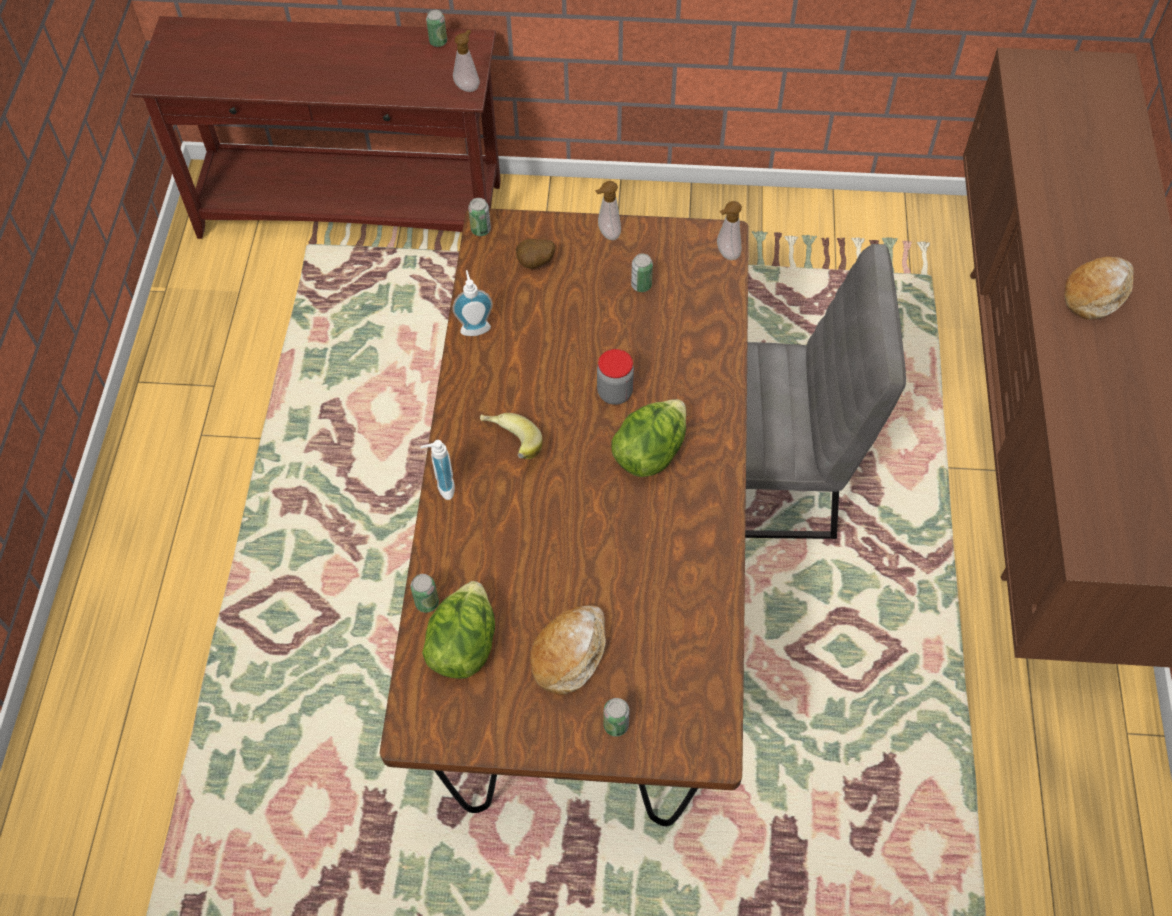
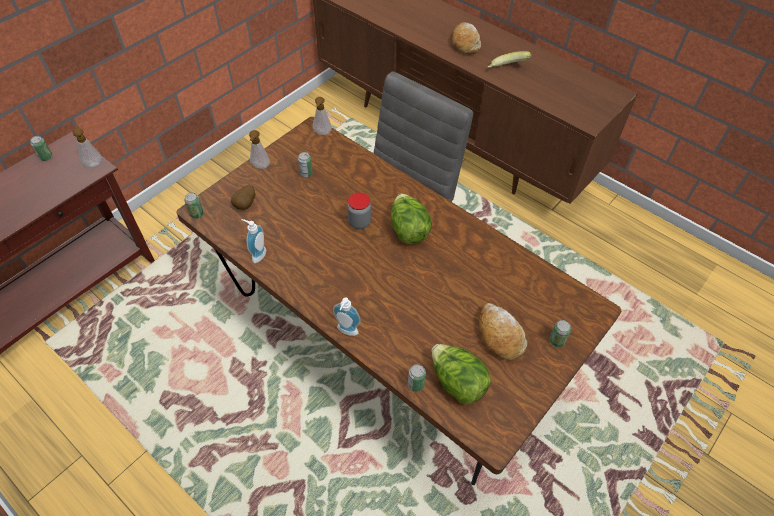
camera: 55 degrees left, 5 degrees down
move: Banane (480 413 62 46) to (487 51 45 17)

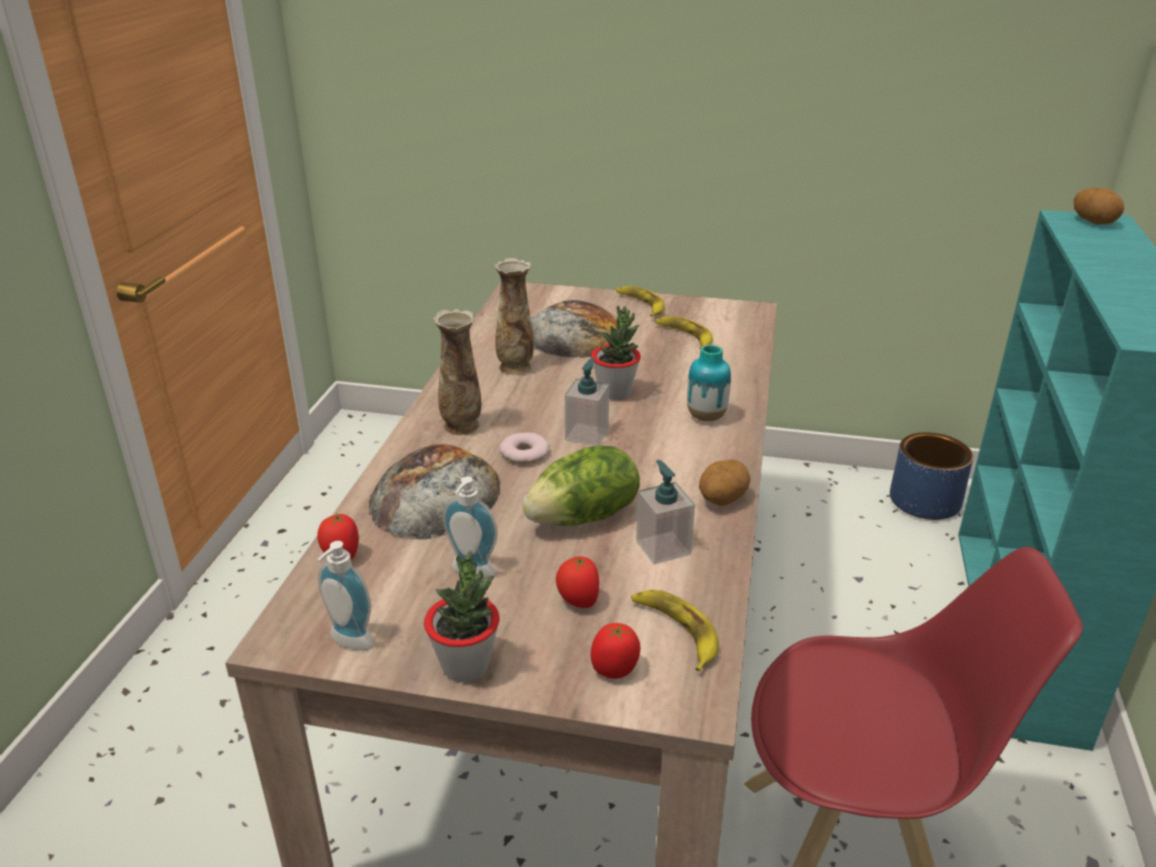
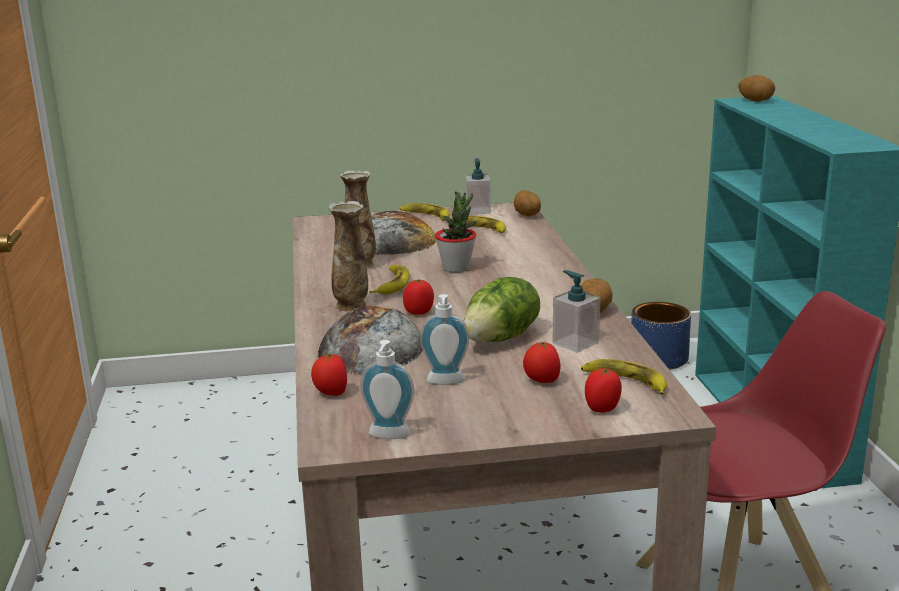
camera: 20 degrees left, 10 degrees down
delete: Topfpflanze (424 551 76 131); Vase (687 344 44 77)
insert: Banane (369 265 41 29); Kartoffel (514 190 27 27)
move: Seifenspender (565 358 44 88) to (465 158 26 56)
replace: Donut (499 432 51 32) to Tomate (403 279 31 36)

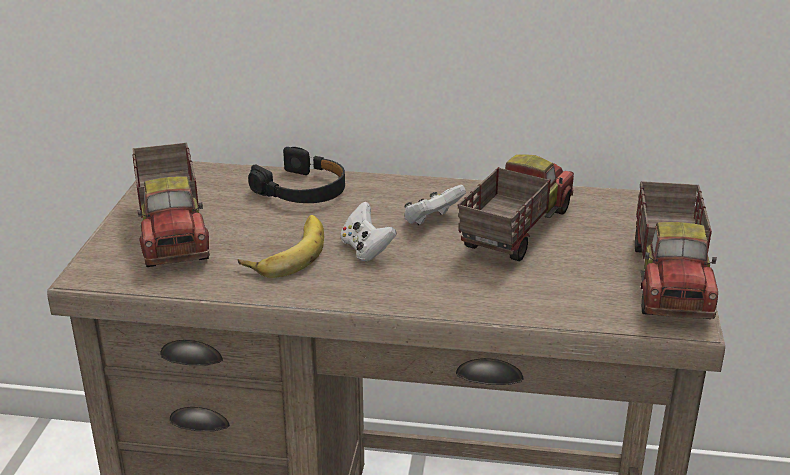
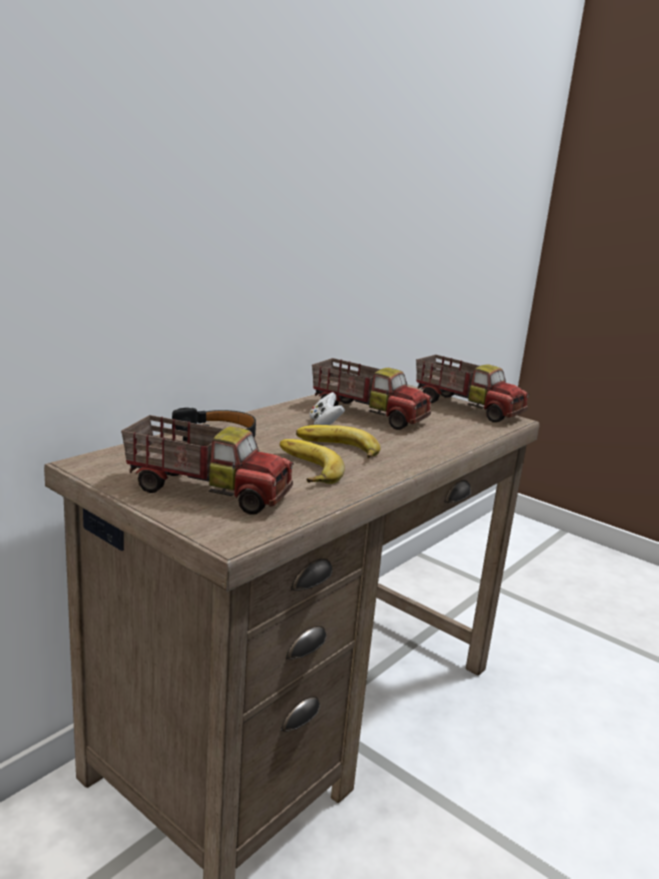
camera: 60 degrees left, 10 degrees down
replace: Gamepad/weiß (340 202 57 60) to Banane (296 425 84 33)
rotate: Spielzeuglaster (457 154 117 107) = (312 358 120 72) 150 degrees clockwise

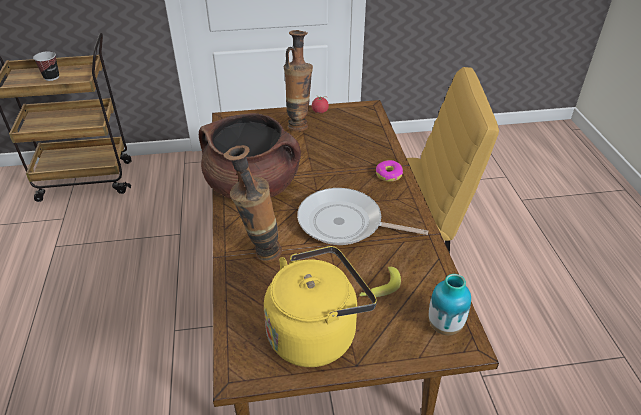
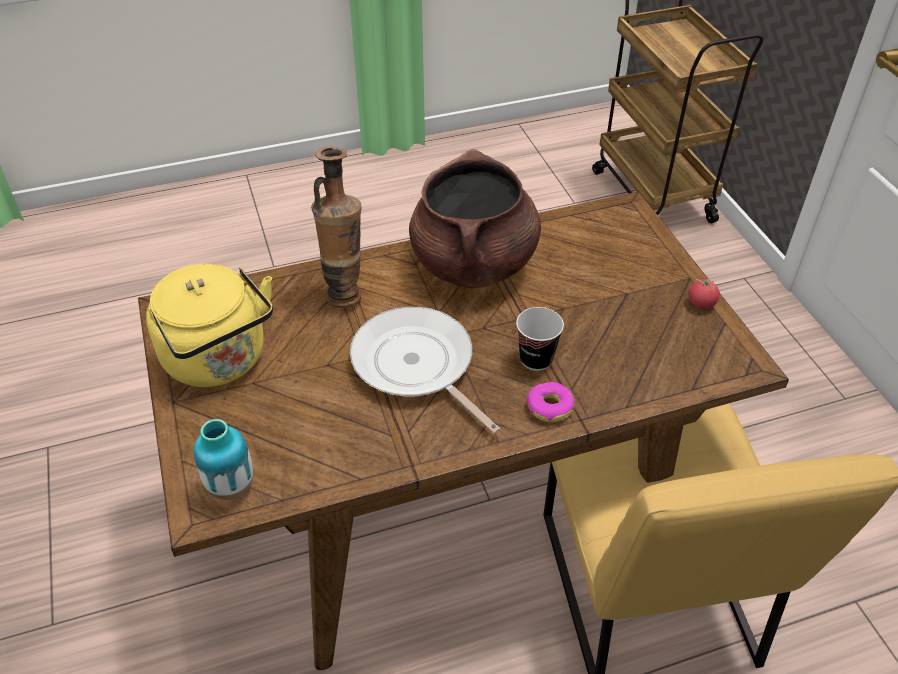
camera: 80 degrees right, 5 degrees up
delete: Vase (284 30 29 101); Banane (359 267 42 30)
move: Tasse (33 51 26 30) to (516 307 48 64)
rotate: Pfanne (297 188 131 57) = (350 307 150 127) 45 degrees counterclockwise

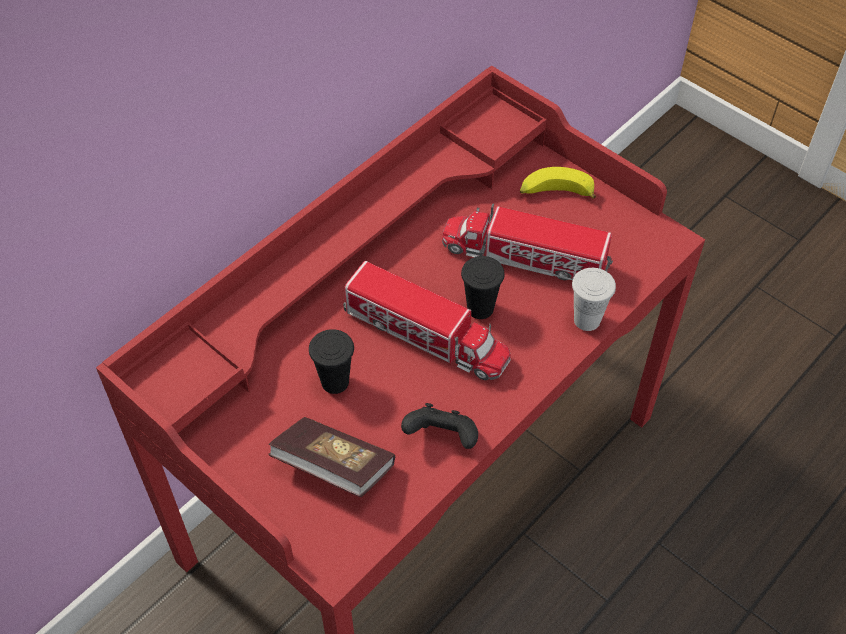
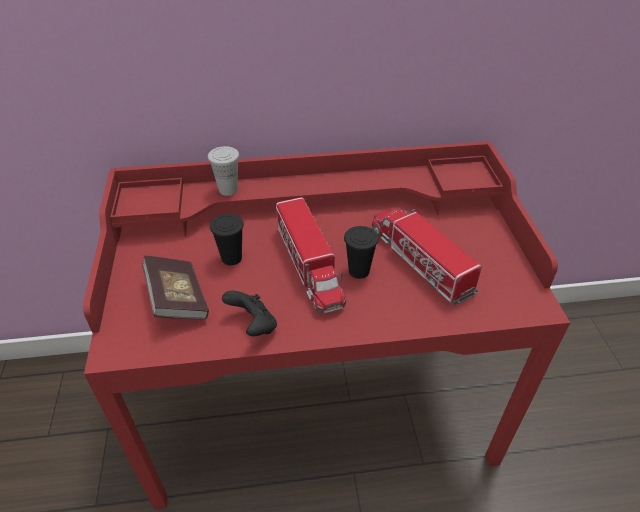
camera: 40 degrees right, 10 degrees down
delete: Banane (520 167 76 32)
move: Tasse/weiß (572 268 44 63) to (208 146 31 50)

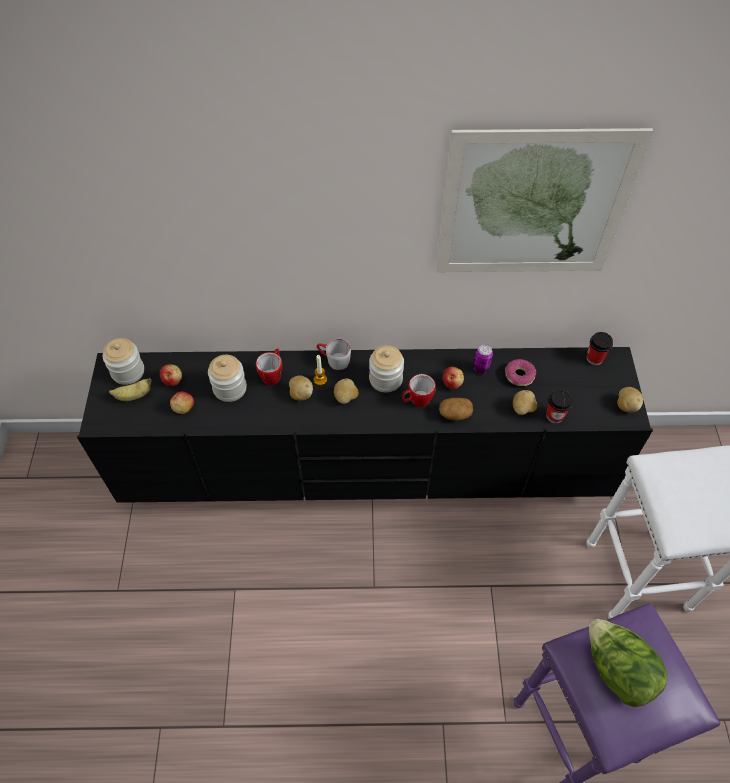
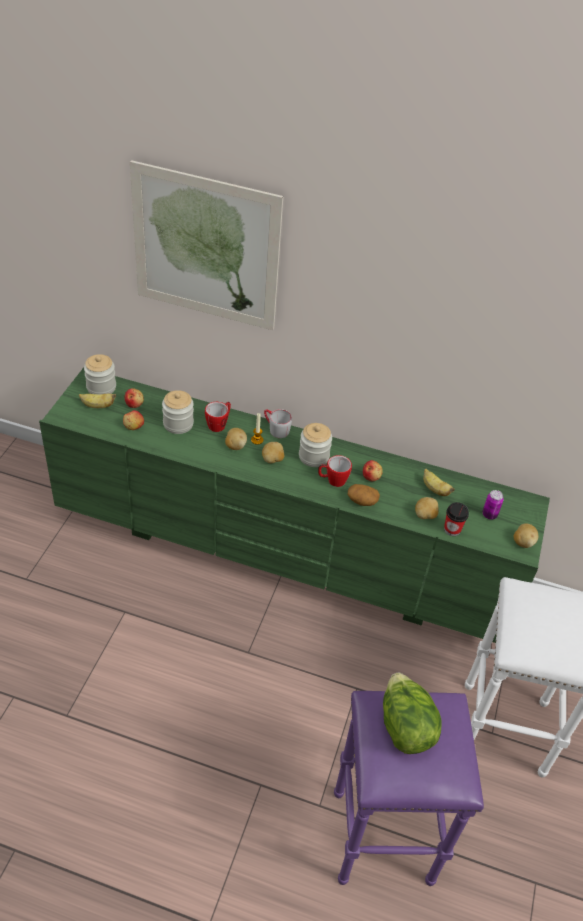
camera: 15 degrees right, 10 degrees down
delete: Tasse (586 332 27 33)
move: Bild (436 128 218 144) to (130 160 153 170); Dose (473 344 20 30) to (482 490 22 30)
replace: Donut (505 359 31 27) to Banane (423 469 32 27)
recolor: Schrank/schwarz (77 347 576 156) to Schrank/grün (39 368 511 275)

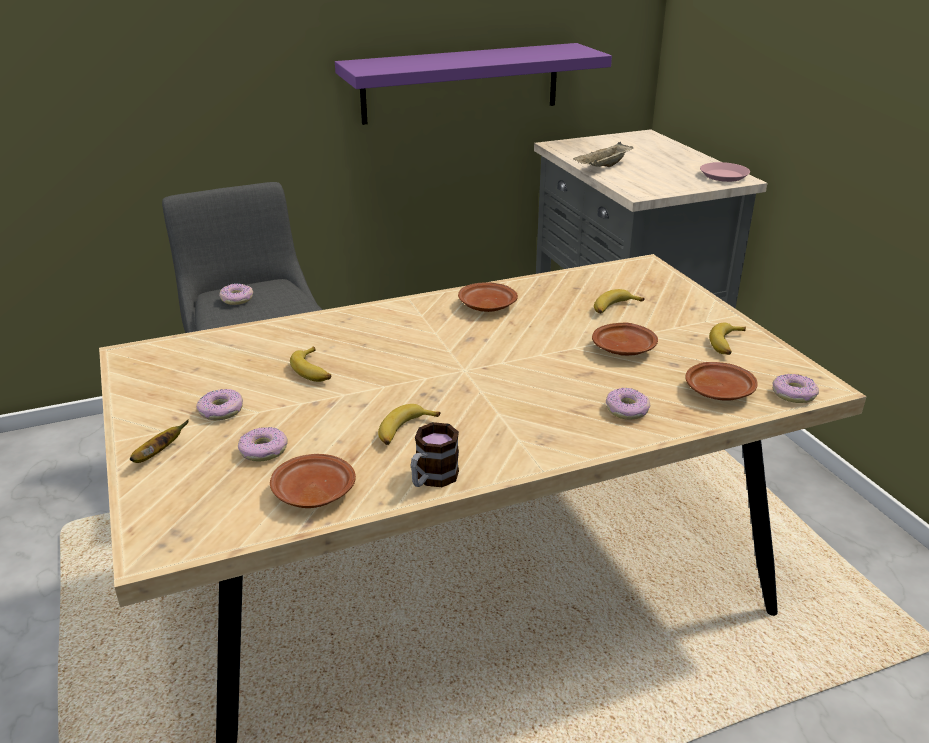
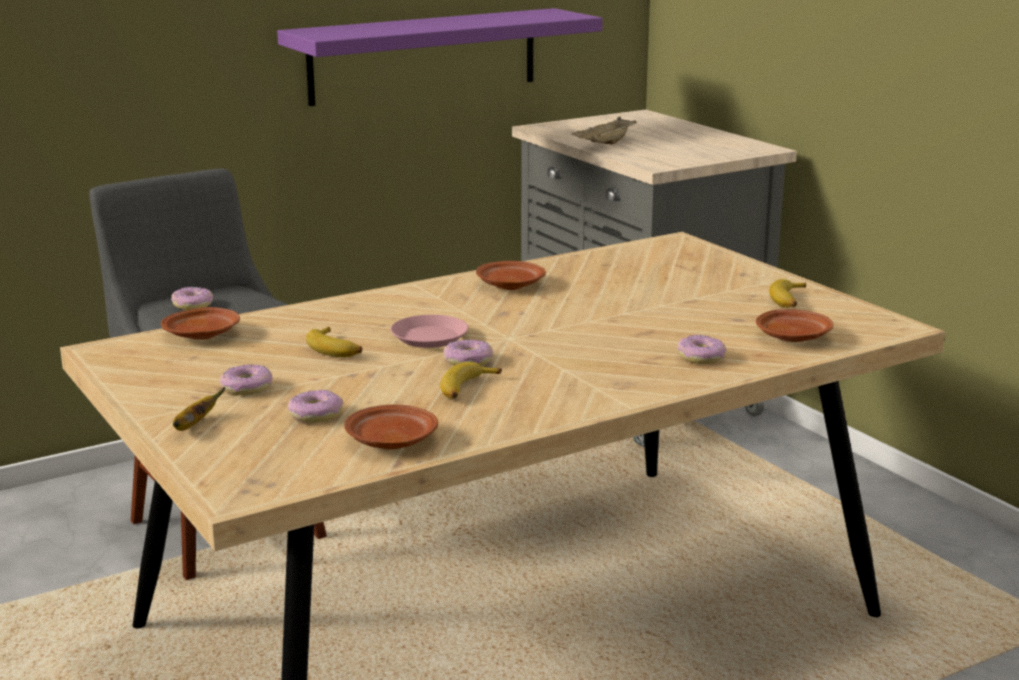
camera: 10 degrees left, 10 degrees down
delete: Henkelbecher (411 422 48 65); Banane (594 289 51 25)
move: Teller/braun (592 323 66 33) to (161 307 79 33); Teller/rosa (700 162 50 20) to (391 315 77 33); Donut (772 373 47 30) to (443 339 50 27)

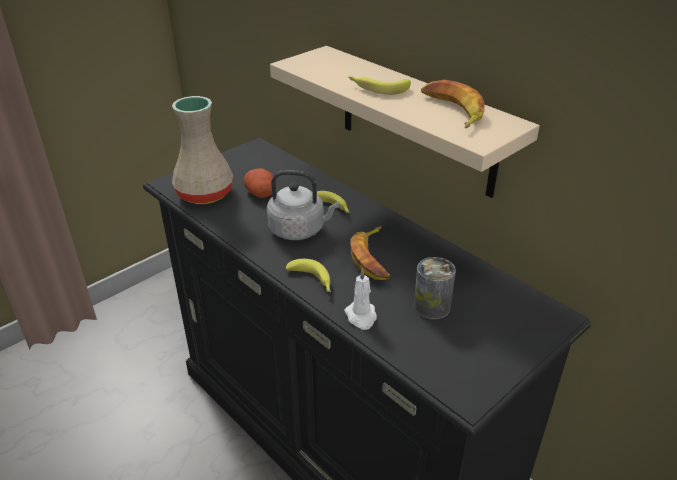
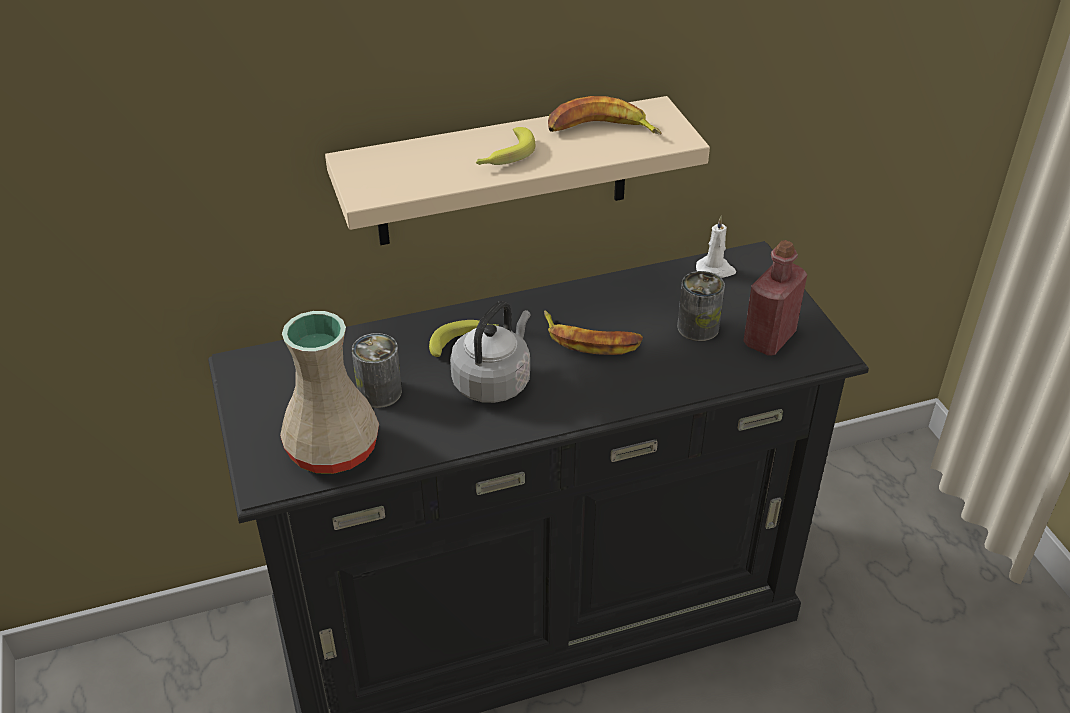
camera: 65 degrees left, 5 degrees up
delete: Banane (286 259 45 33)
insert: Flasche/rot (743 240 64 116)
move: Kerze/weiß (344 268 33 62) to (696 216 40 62)
replace: Kartoffel (244 168 29 30) to Dose (352 333 50 75)

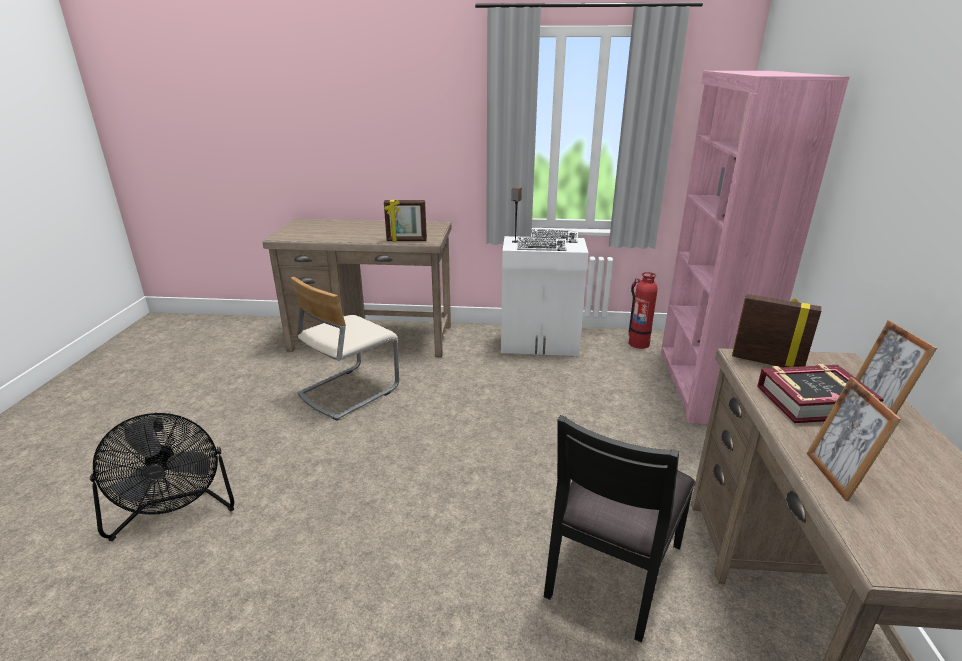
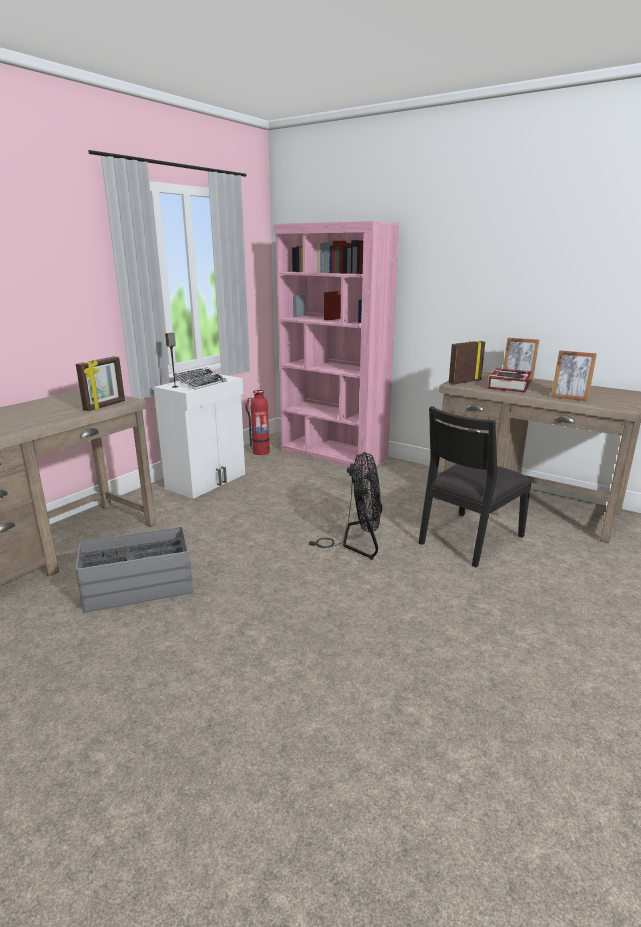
camera: 60 degrees left, 5 degrees down
move: Ventilator/schwarz (90 412 144 129) to (308 452 74 108)
replace: Stuhl/beige (291 277 108 144) to Aufbewahrungsbox/grau (75 527 118 86)
rotate: Stuhl/schwarz (544 415 152 228) = (419 406 113 162) 75 degrees clockwise

